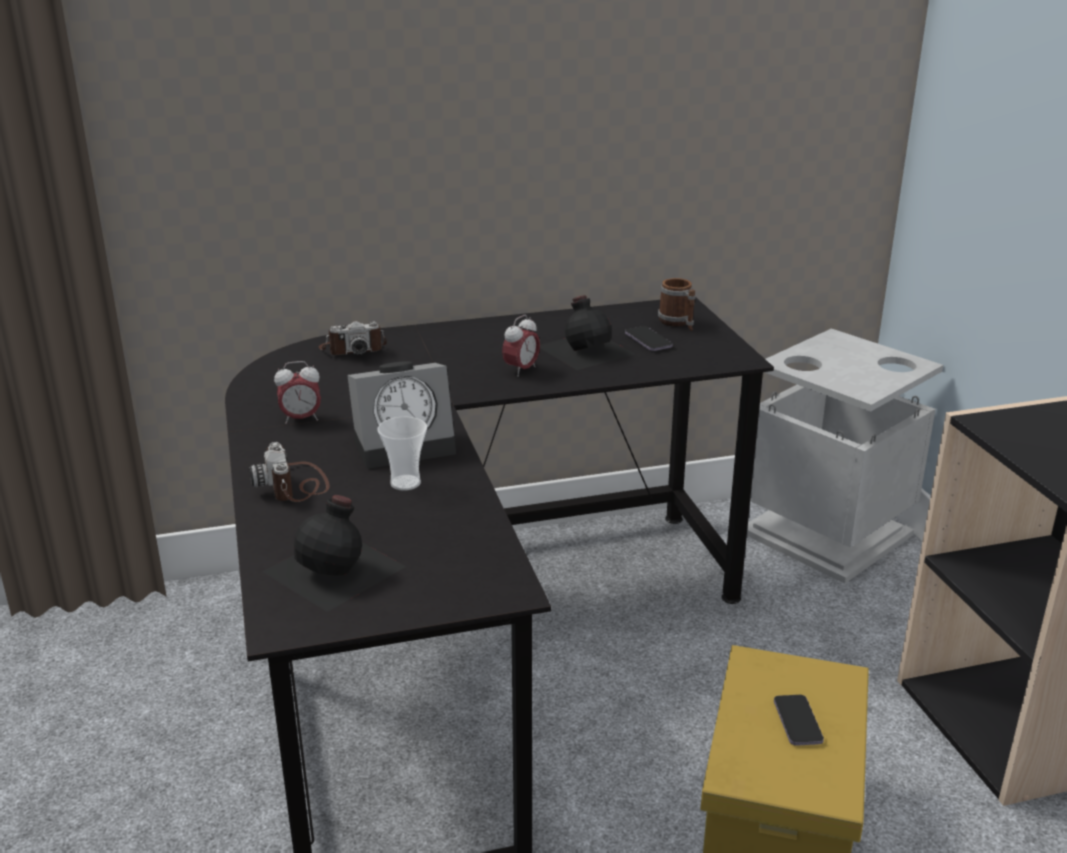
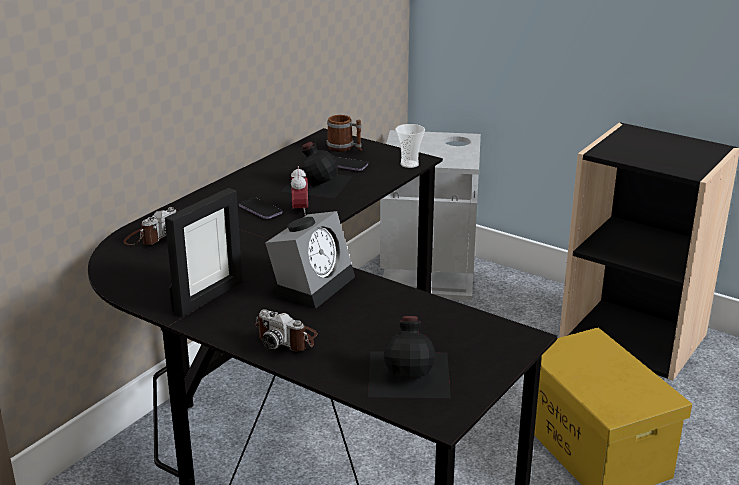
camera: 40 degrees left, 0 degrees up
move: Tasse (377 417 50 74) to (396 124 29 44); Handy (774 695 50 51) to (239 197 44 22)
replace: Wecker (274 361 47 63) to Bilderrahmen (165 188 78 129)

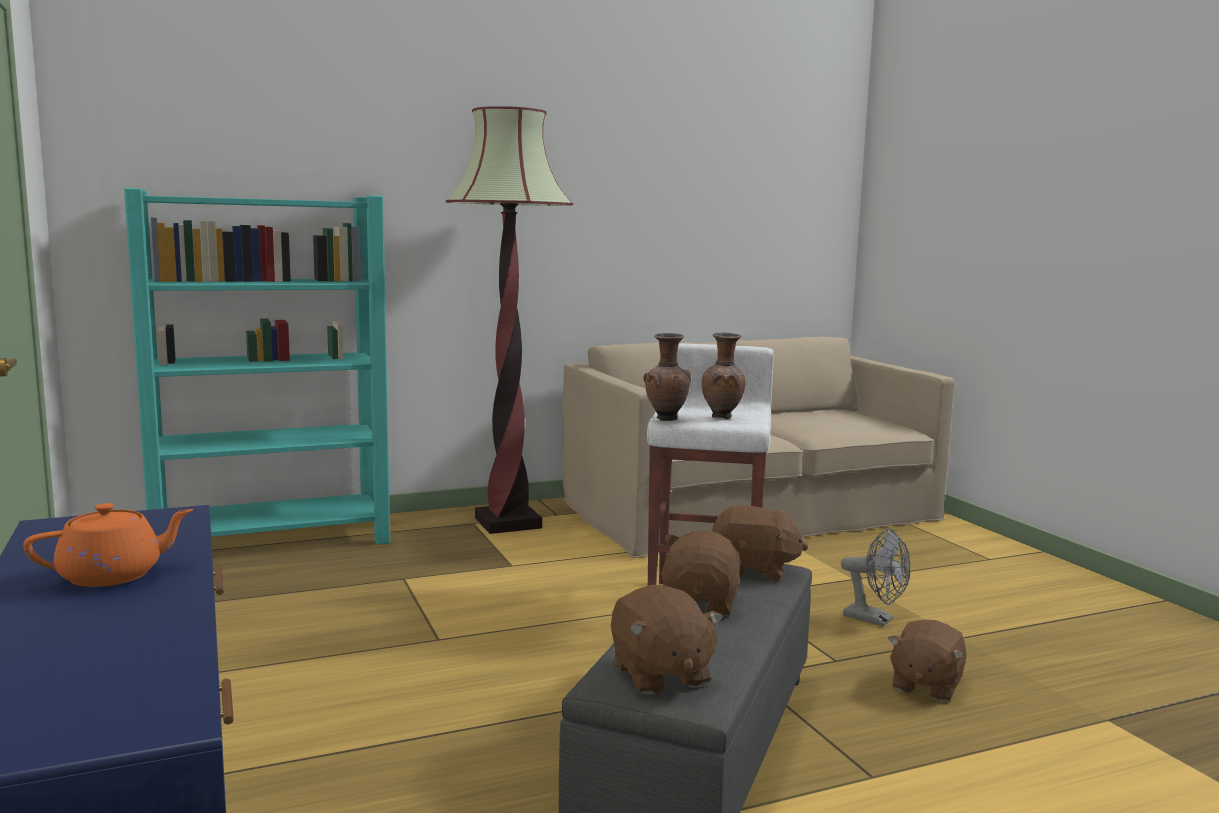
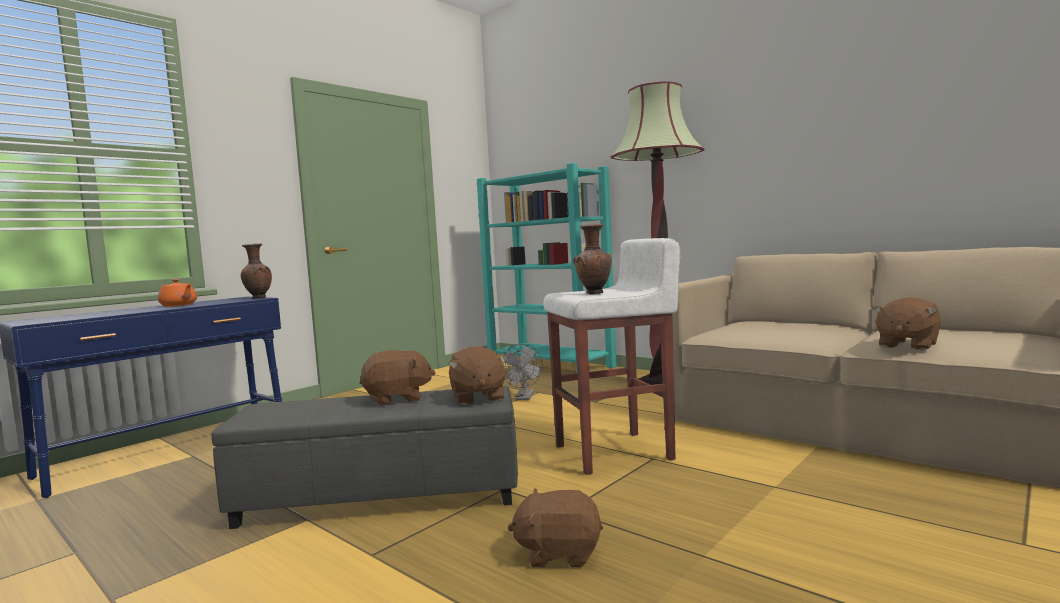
camera: 65 degrees right, 5 degrees down
move: Plüschtier/braun (611 585 112 110) to (872 297 69 53); Vase/braun (643 333 48 88) to (241 243 31 56); Ventilator/grau (841 528 69 98) to (503 344 40 56)

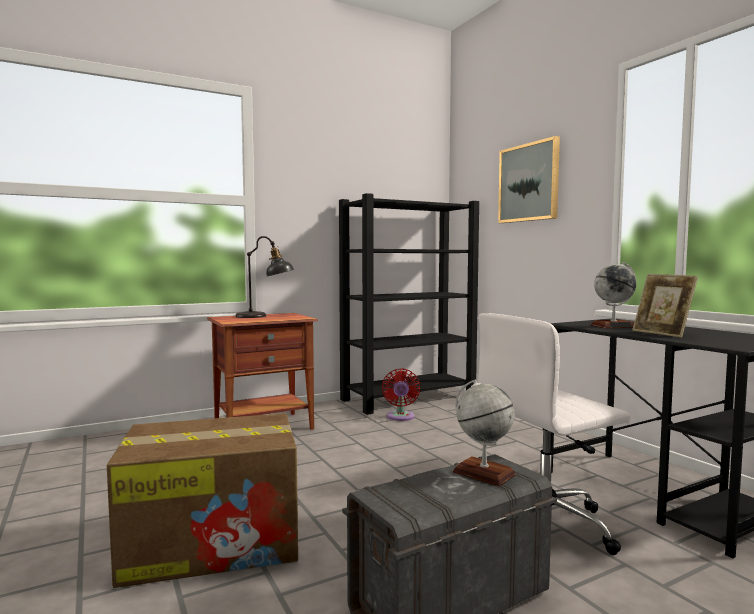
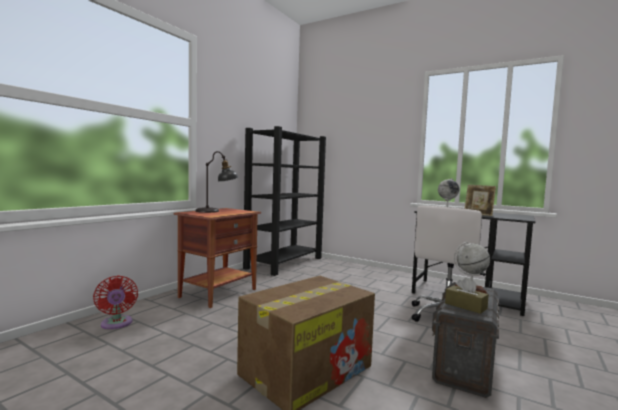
camera: 30 degrees left, 0 degrees up
delete: Bild (498 136 62 87)
insert: Taschentuchbox/braun (445 277 44 37)
move: Ventilator/rot (382 368 38 53) to (93 276 45 53)

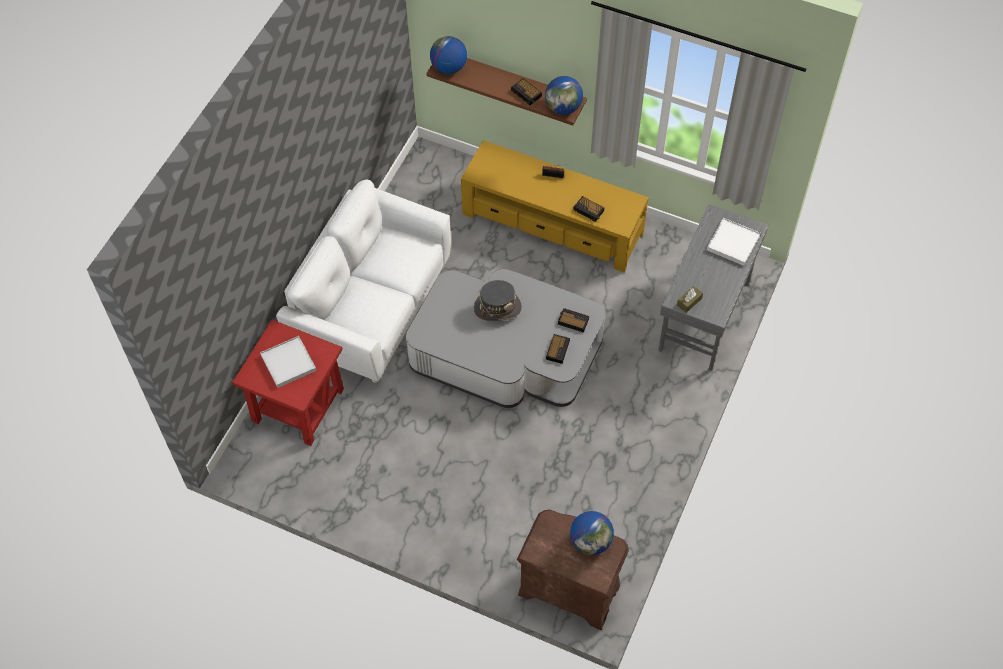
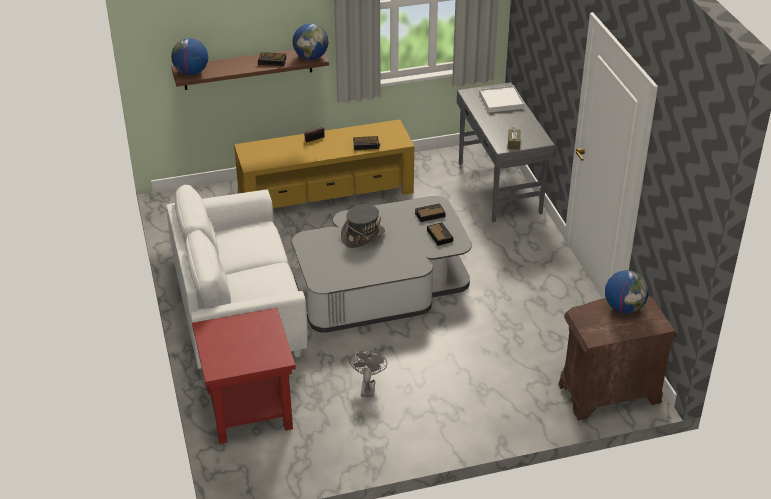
camera: 40 degrees left, 20 degrees down
delete: Tablett/weiß (260 336 56 52)
insert: Ventilator/grau (350 350 37 47)

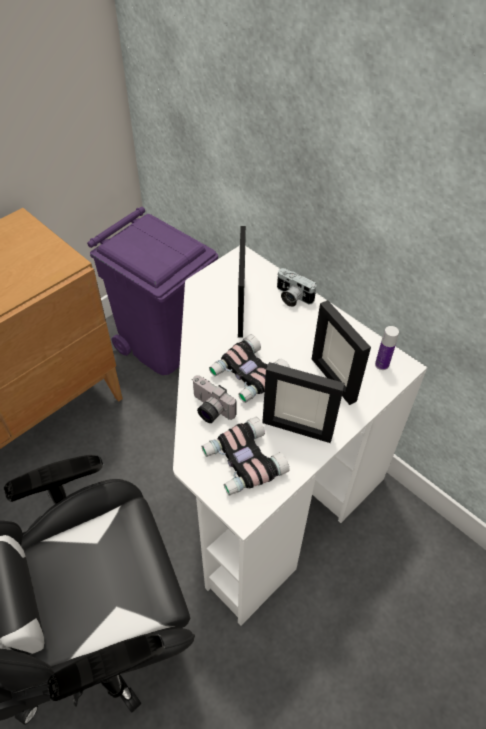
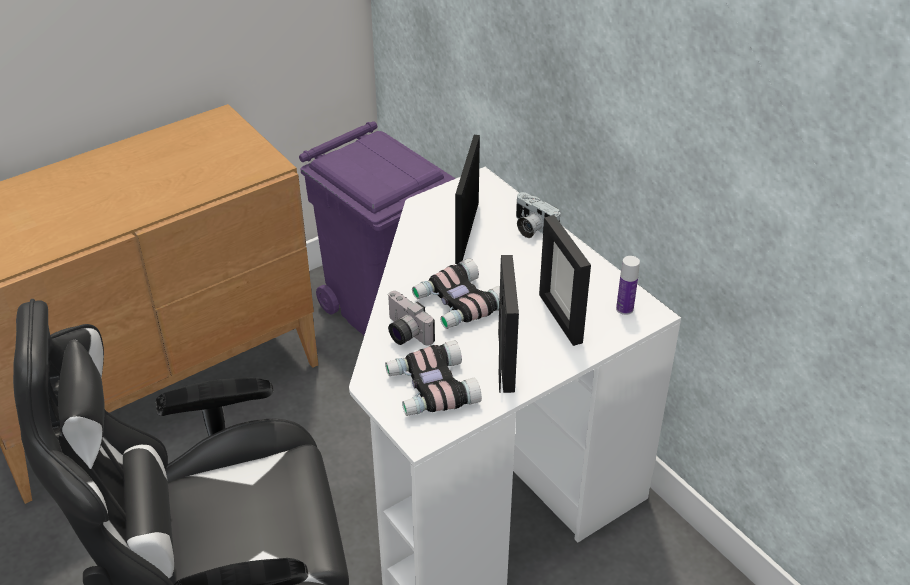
camera: 10 degrees right, 10 degrees down
rotate: Bilderrahmen (262 362 83 81) = (498 255 21 138) 120 degrees counterclockwise

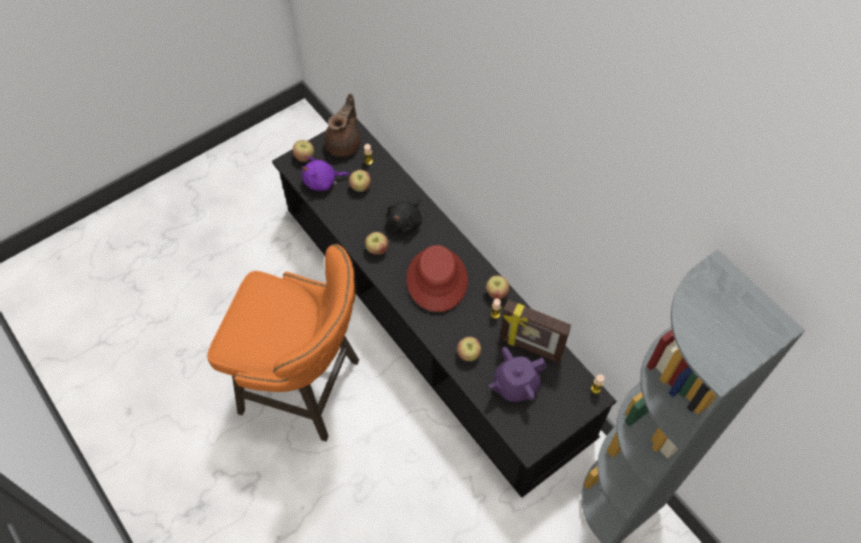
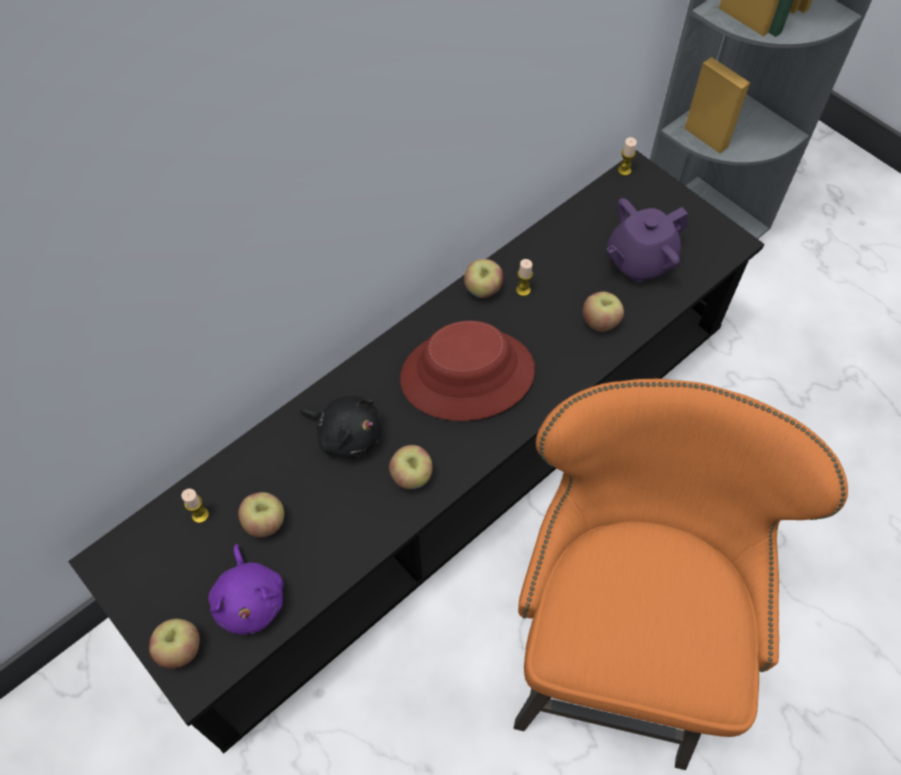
camera: 95 degrees left, 0 degrees up
delete: Teekanne/braun (324 93 37 64); Bilderrahmen (500 300 71 63)
rotate: Teekanne/lila (489 347 58 55) = (606 198 82 85) 90 degrees clockwise

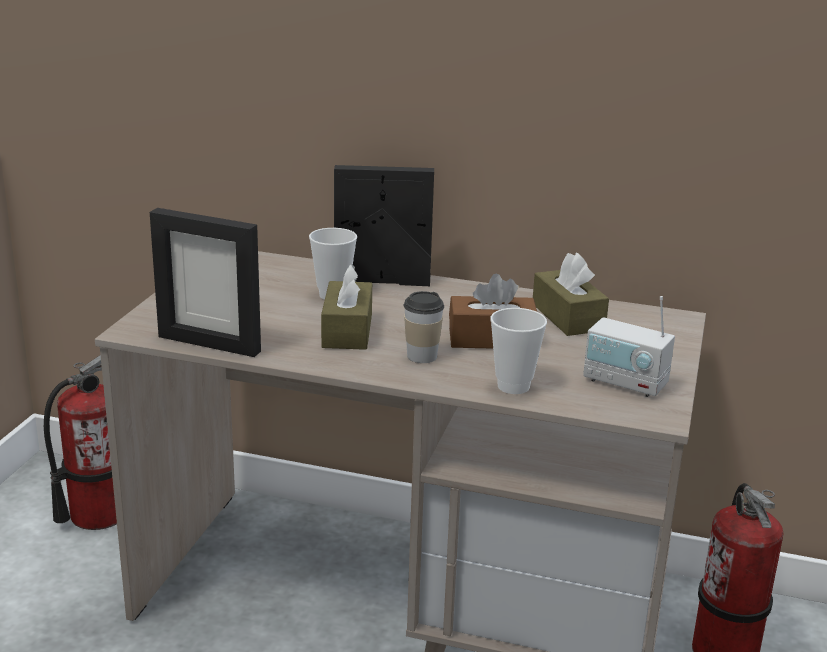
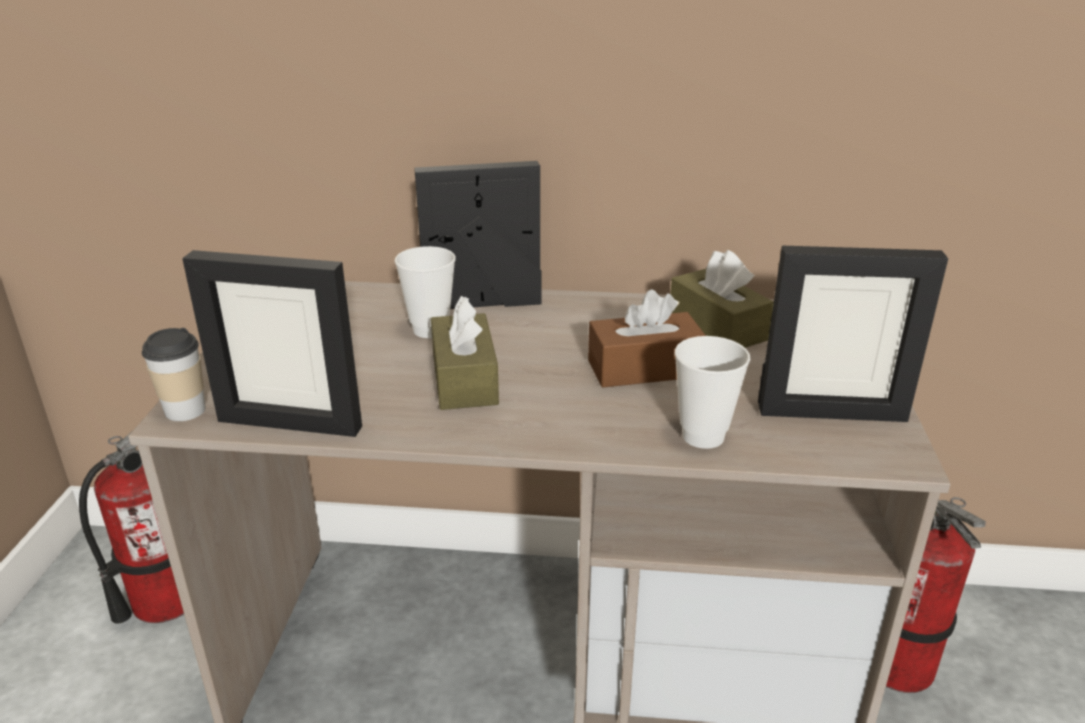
camera: 10 degrees left, 5 degrees up
move: Tasse (404 291 40 72) to (142 328 64 93)
replace: Radio (583 296 92 101) to Bilderrahmen (758 246 190 176)

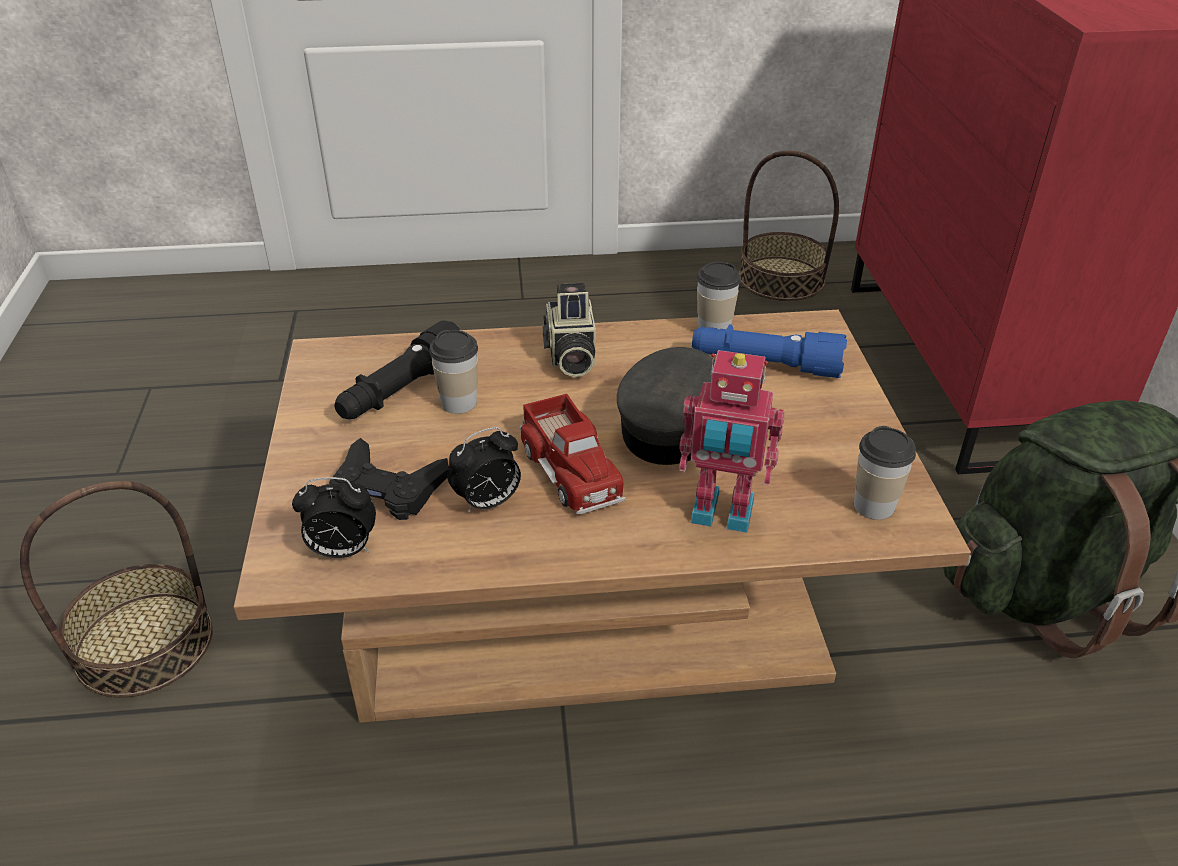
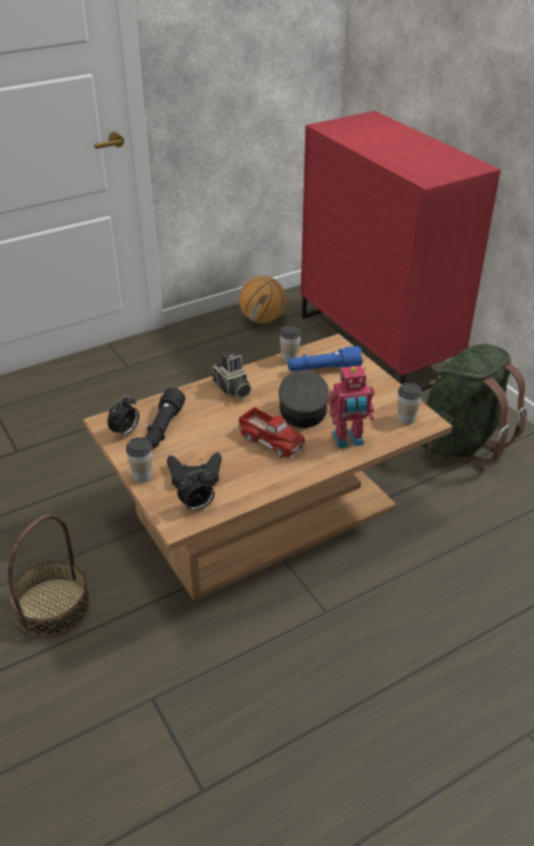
camera: 25 degrees left, 0 degrees up
move: Tasse (429 330 49 84) to (126 437 26 45); Wecker (447 427 74 86) to (107 395 32 42)
replace: Korb (739 151 100 150) to Basketball (239 276 47 47)

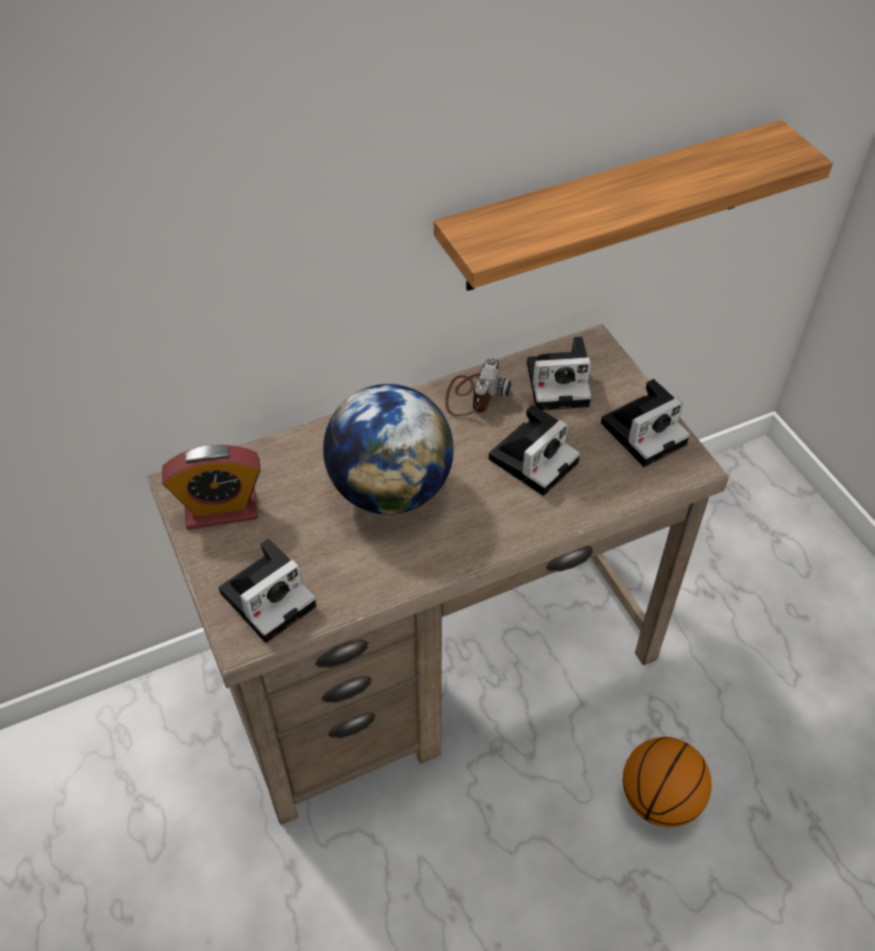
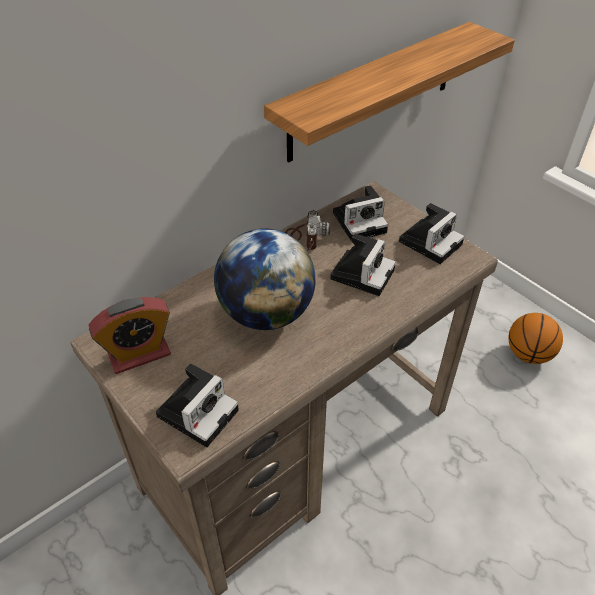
camera: 15 degrees left, 5 degrees down
move: Basketball (623 737 89 90) to (508 313 55 51)

